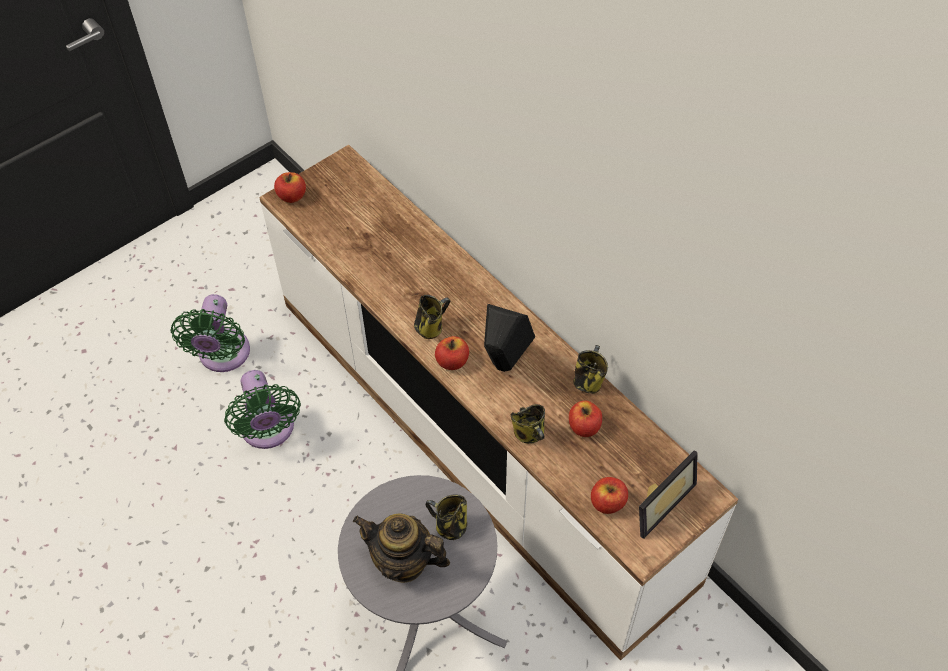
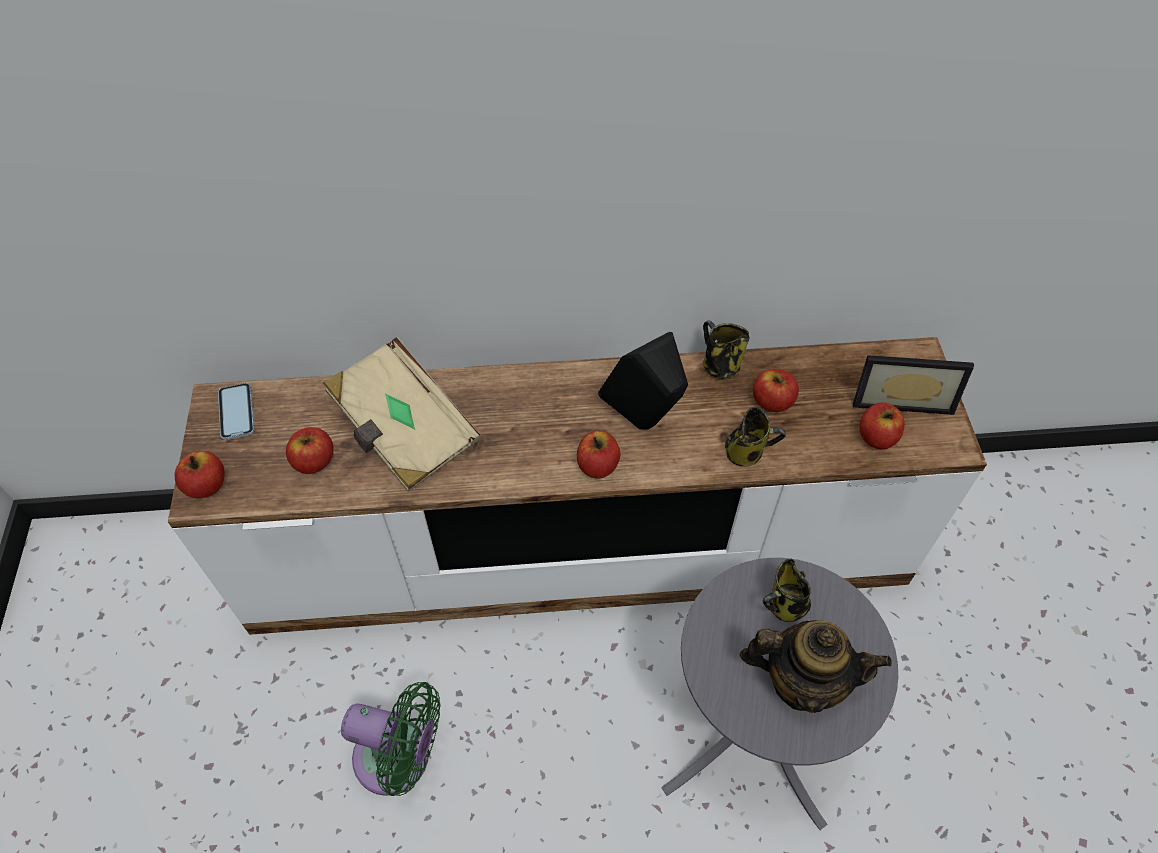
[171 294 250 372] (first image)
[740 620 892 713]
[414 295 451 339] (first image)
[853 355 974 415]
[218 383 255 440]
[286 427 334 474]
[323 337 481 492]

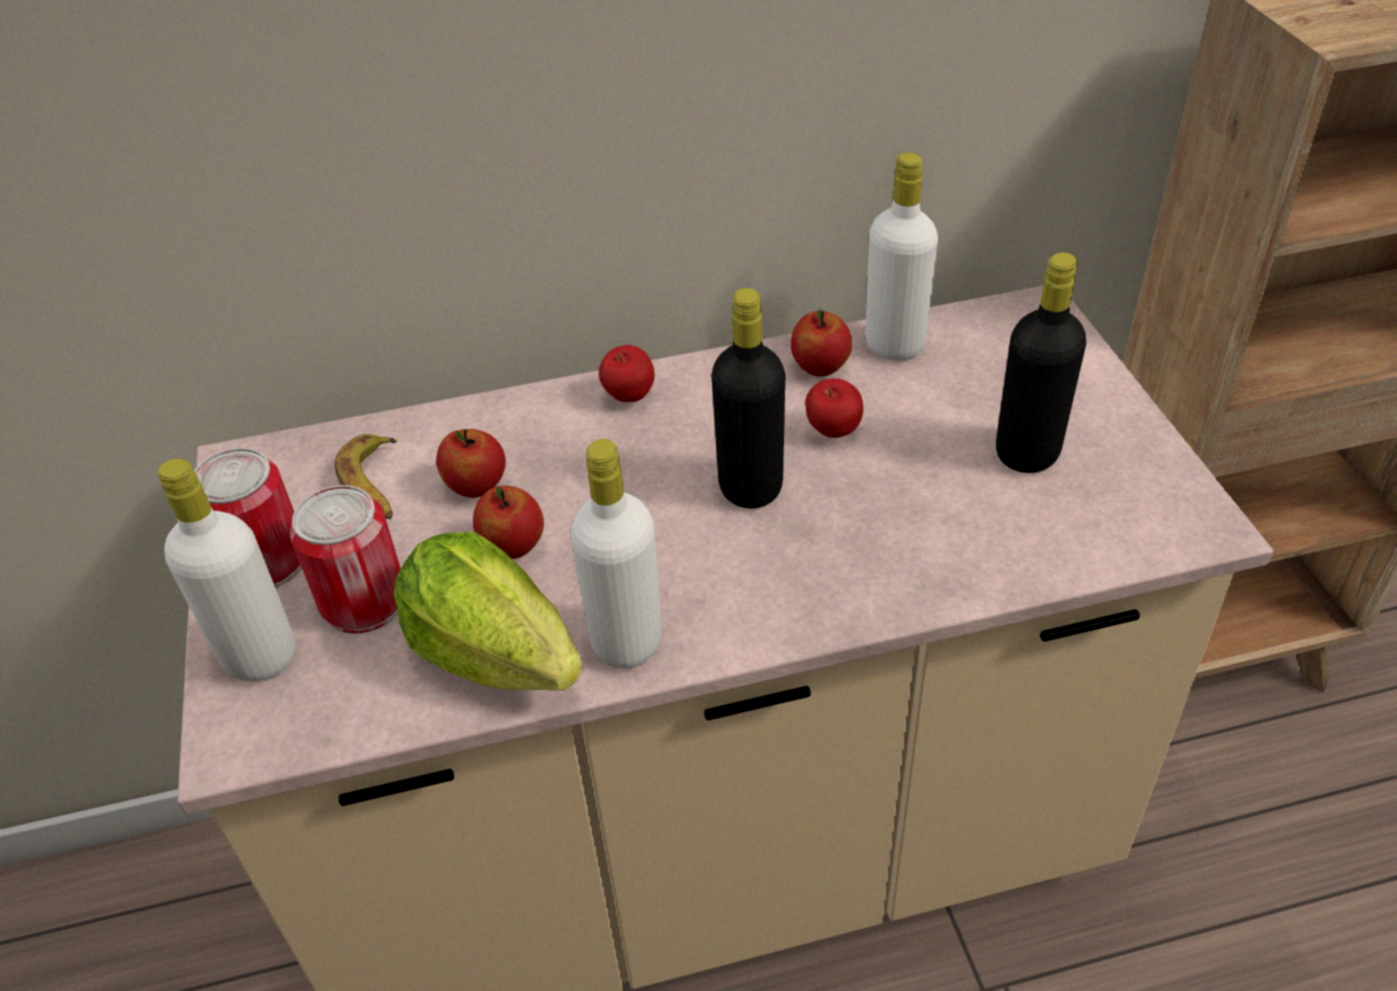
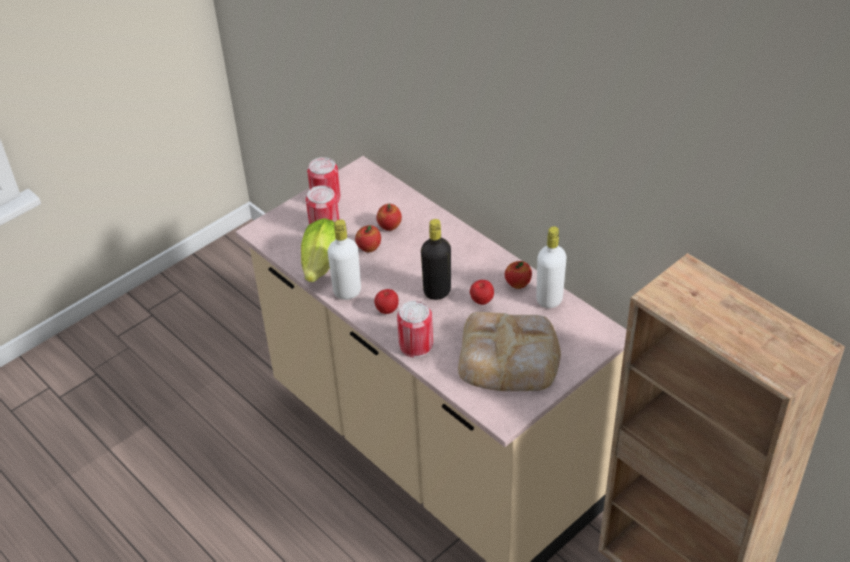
[158 459 296 682] (first image)
[335 434 397 519] (first image)
[374 289 399 314]
[458 312 561 391]
[397 301 433 358]

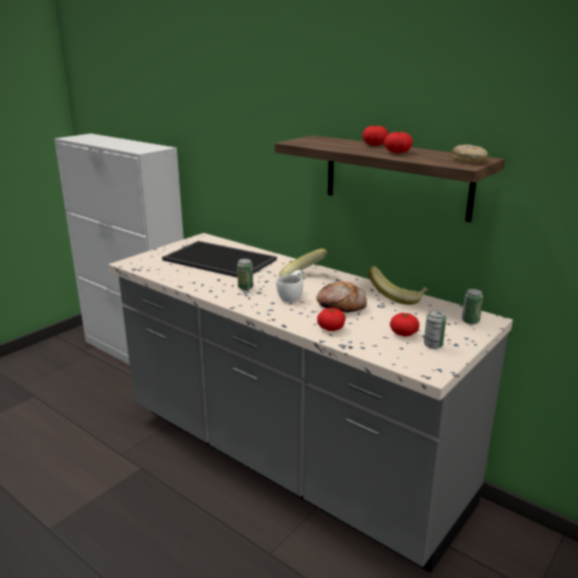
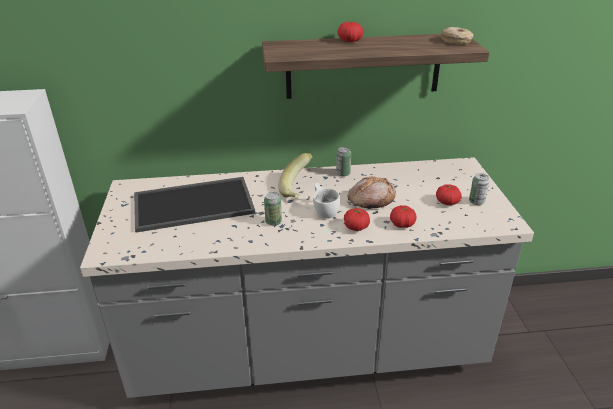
[369 266 428 305] (first image)
[344 208 370 231]
[336 147 351 177]

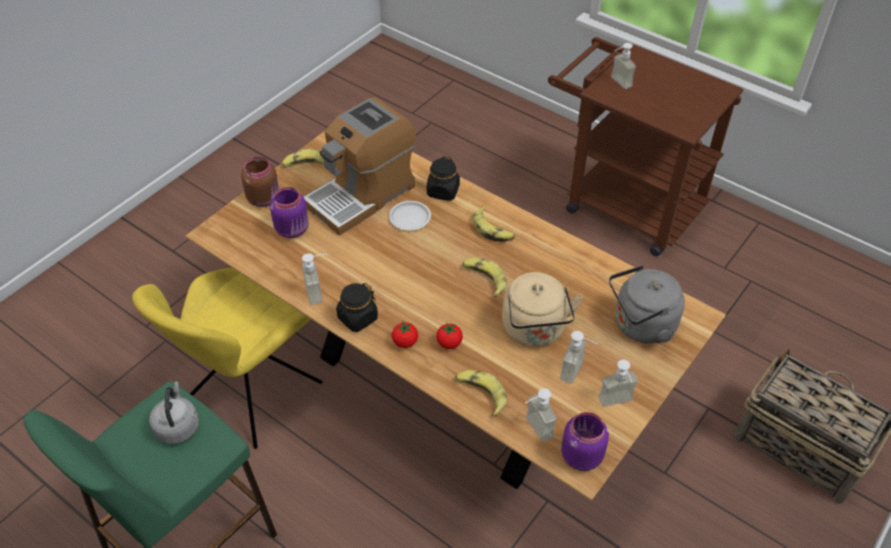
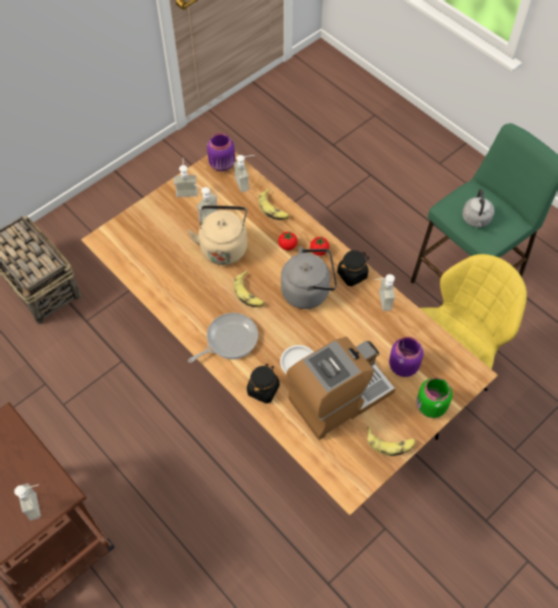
[416 377 453 418]
[188 313 258 363]
[281 246 337 309]

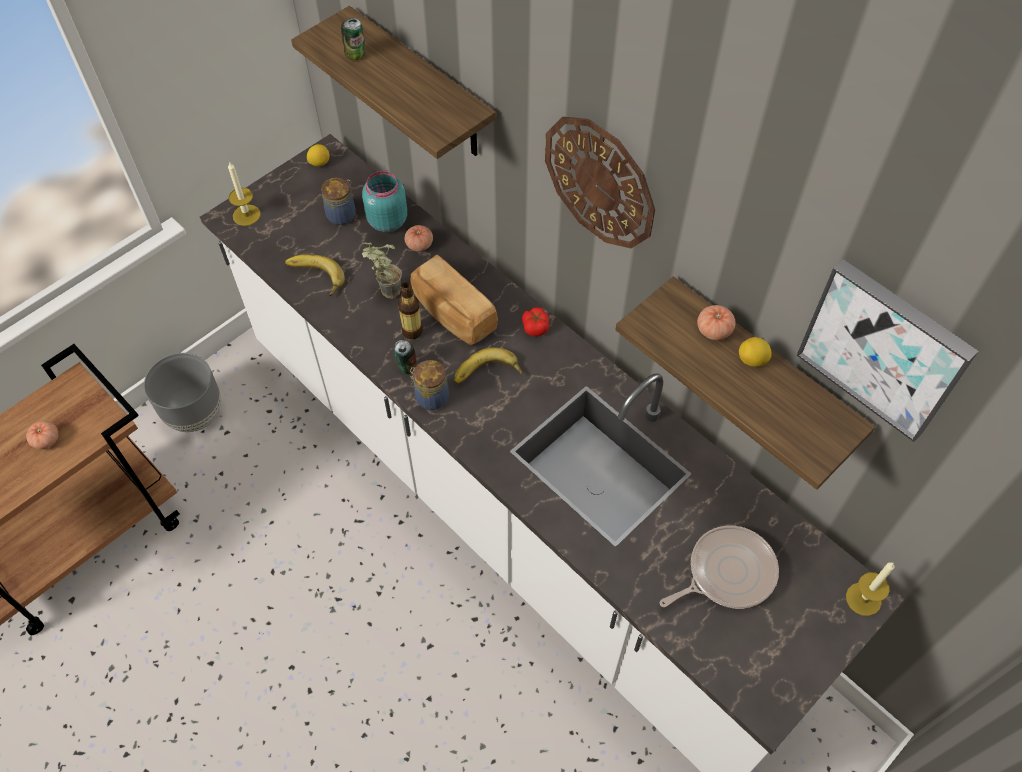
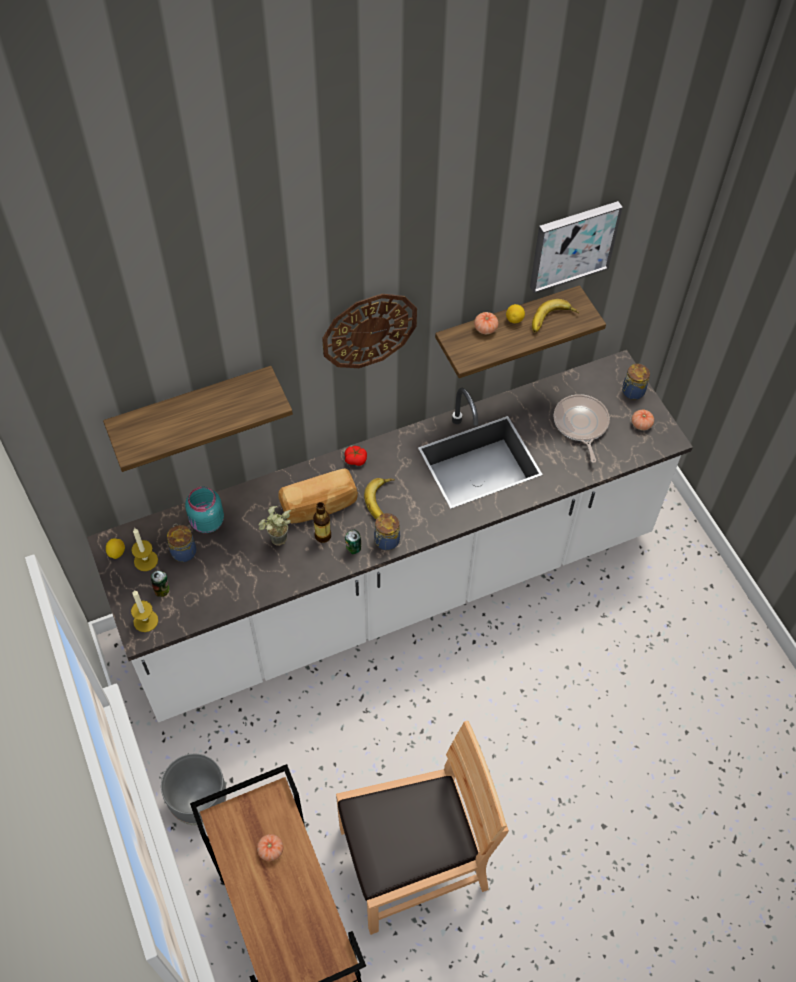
[532 299 579 333]
[151 571 169 597]
[632 410 654 430]
[132 528 158 571]
[336 721 509 935]
[622 364 650 400]

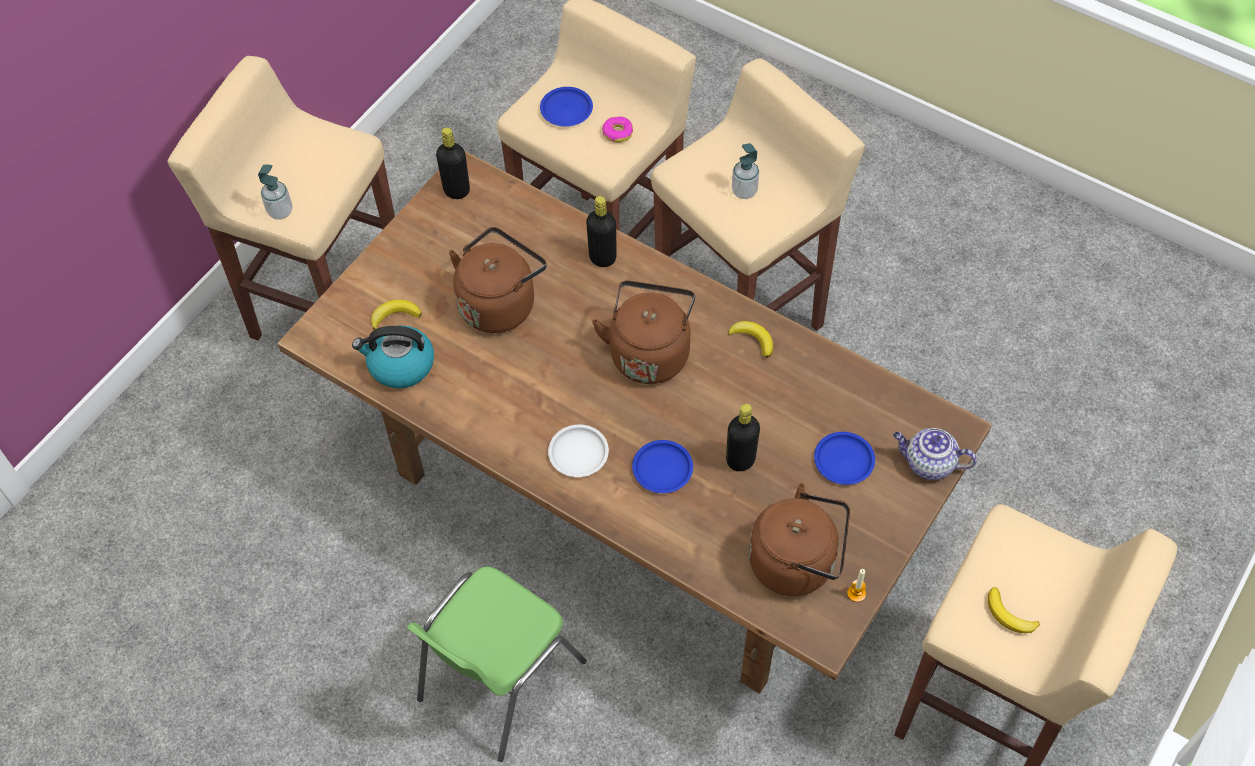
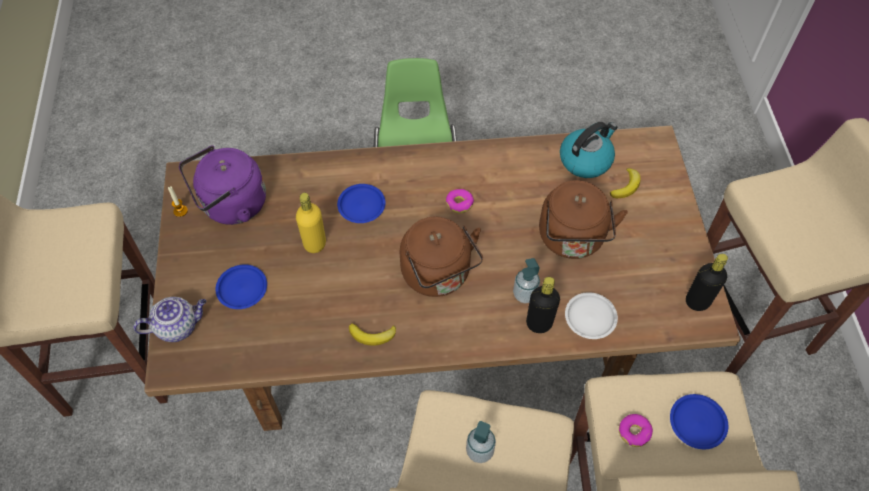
[513 258 540 304]
[565 292 618 339]
[296 193 326 253]
[179 145 266 225]
[988 587 1040 633] (first image)
[446 189 474 214]

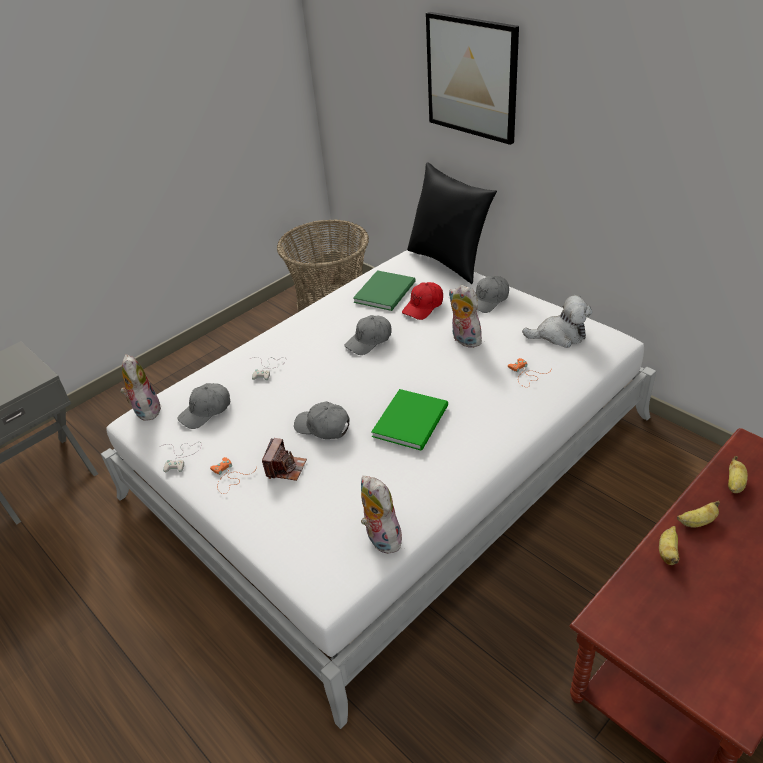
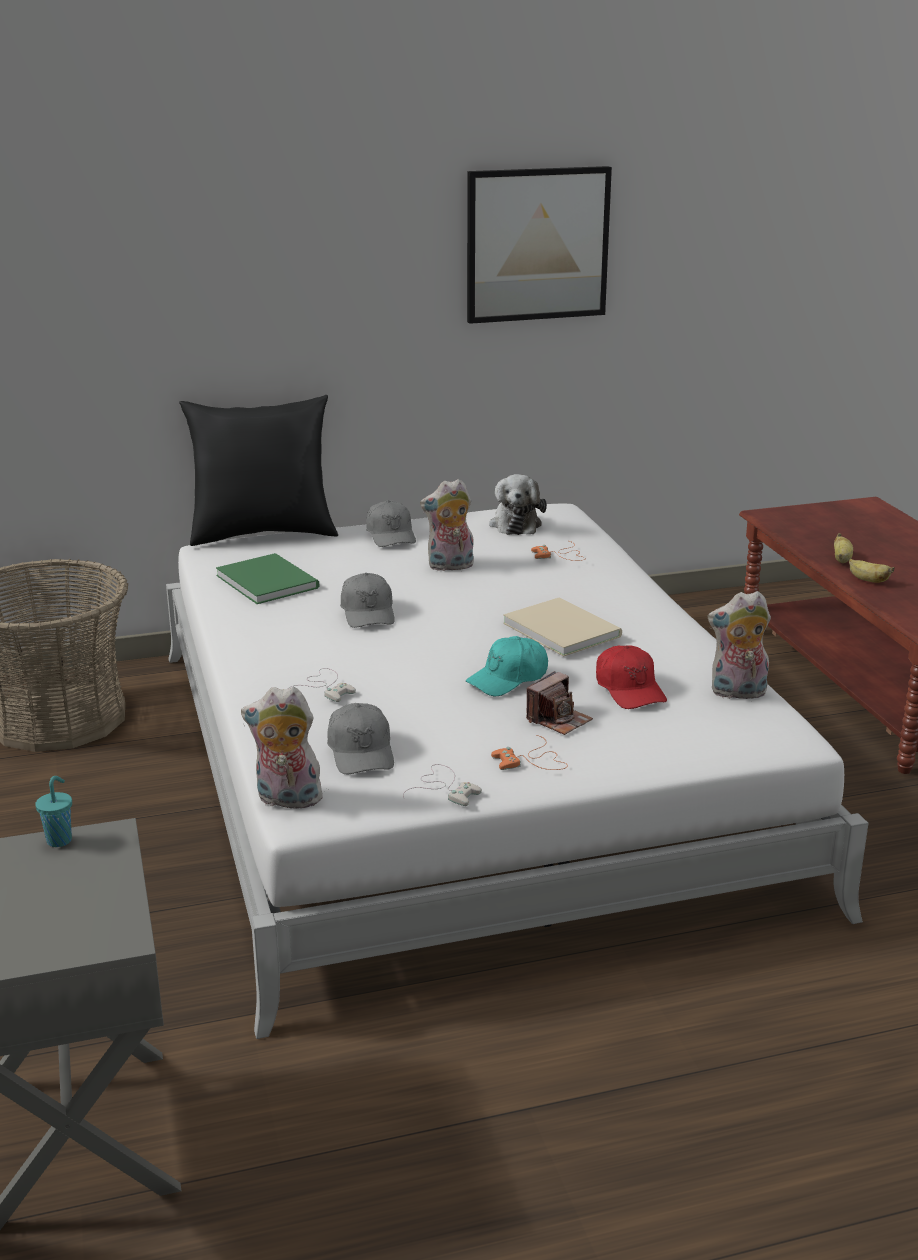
[526 671 593 735]
[466 636 548 697]
[503 597 622 657]
[596 645 667 709]
[467 166 612 324]
[489 474 547 535]
[728 456 748 493] (first image)
[35 776 72 847]

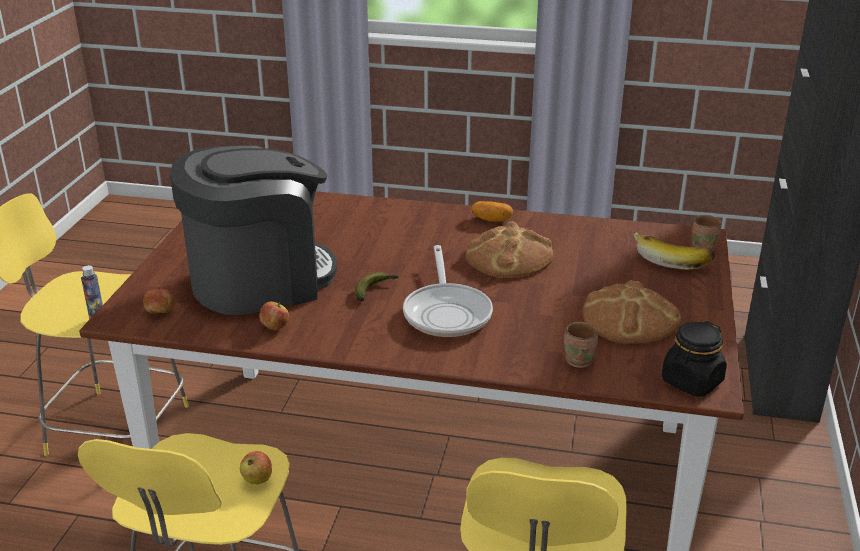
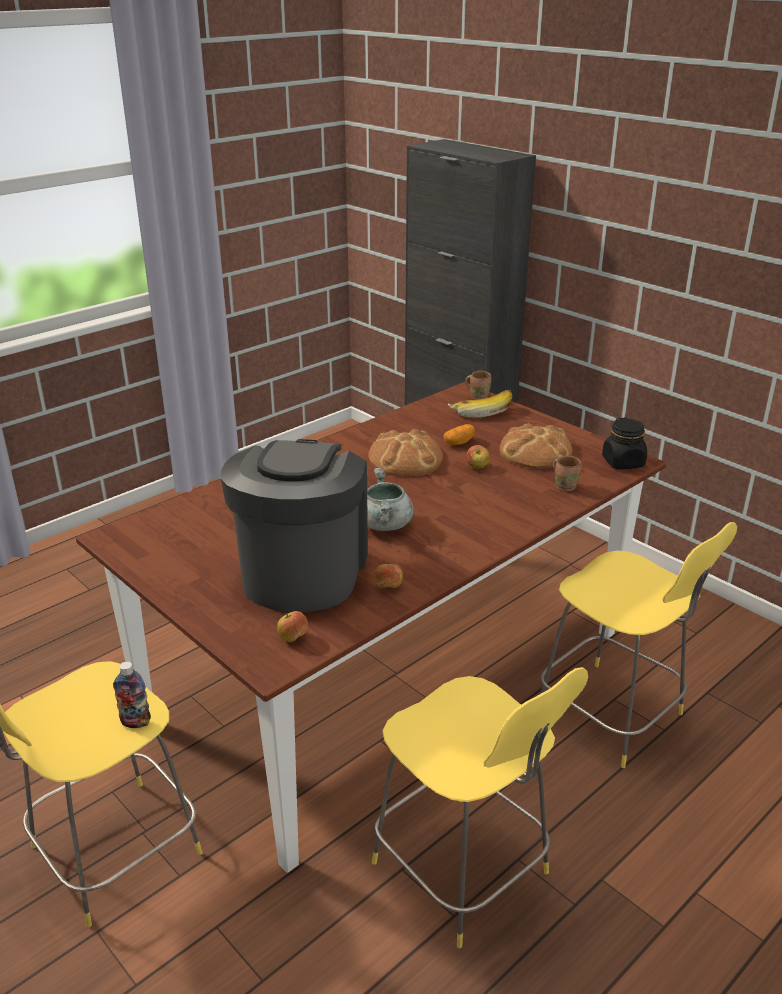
[466 445 490 469]
[367 468 414 531]
[403 245 493 337] (first image)
[443 424 475 445]

